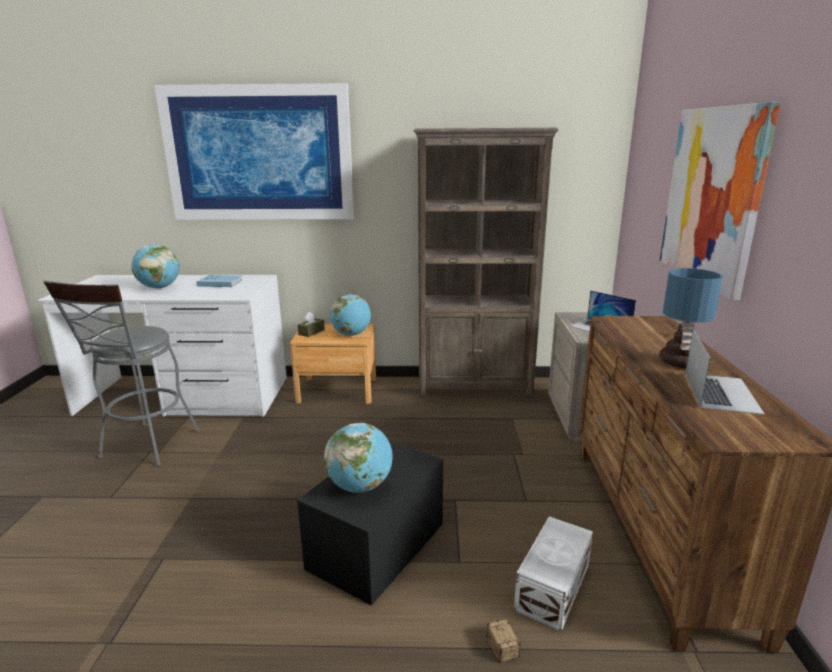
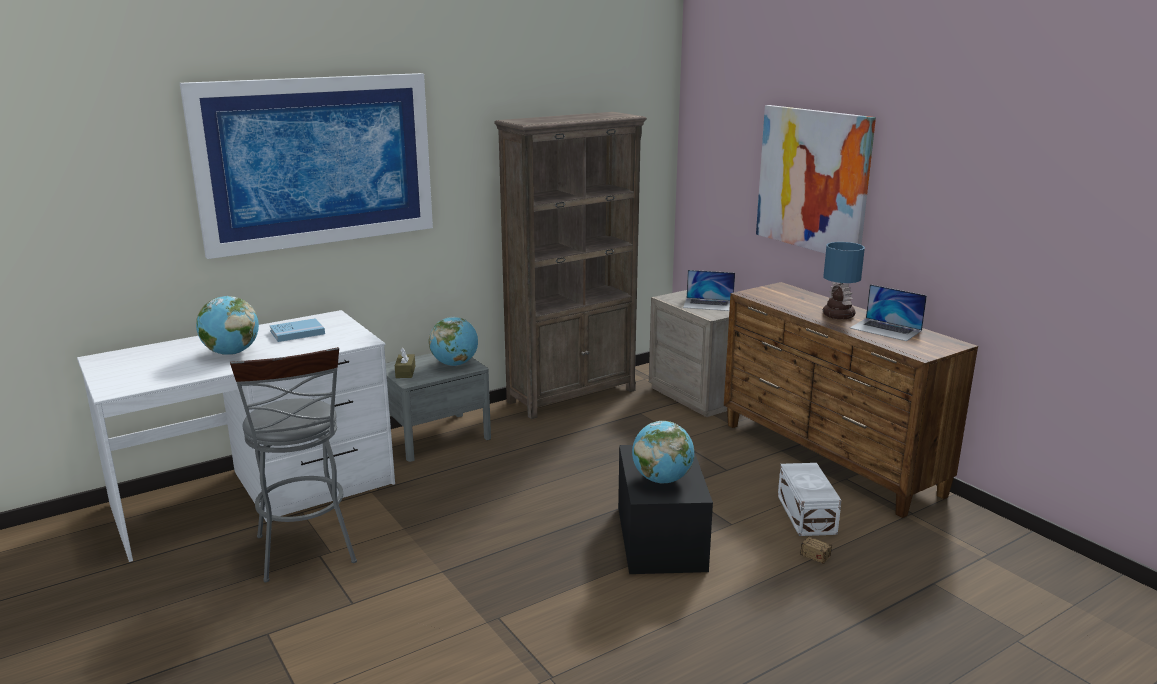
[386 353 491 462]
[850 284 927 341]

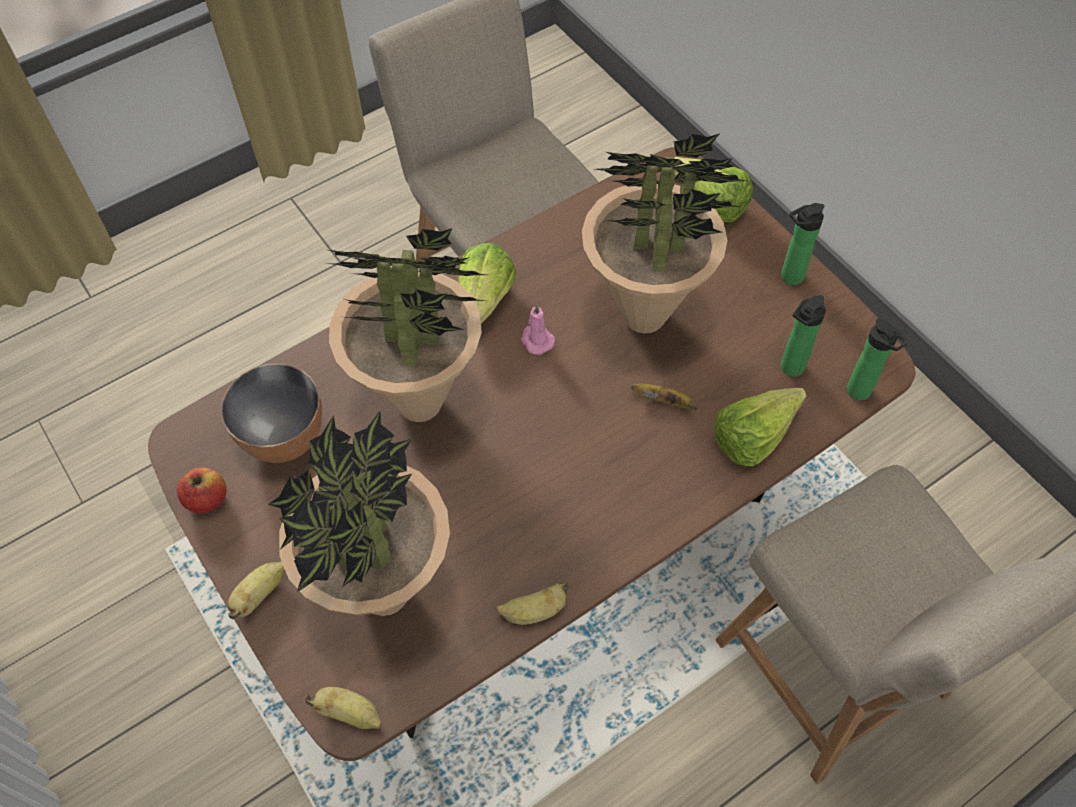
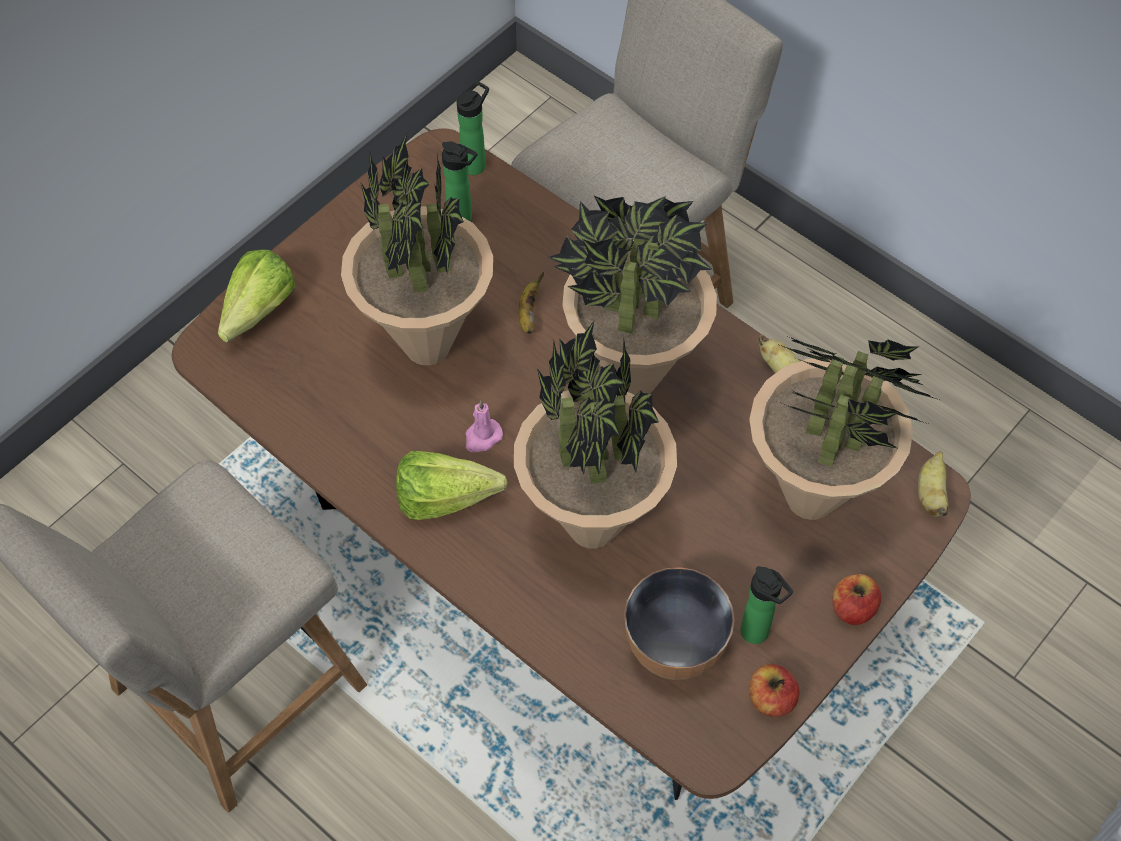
[832 574 881 625]
[714 388 807 466] (first image)
[740 566 793 644]
[549 196 717 395]

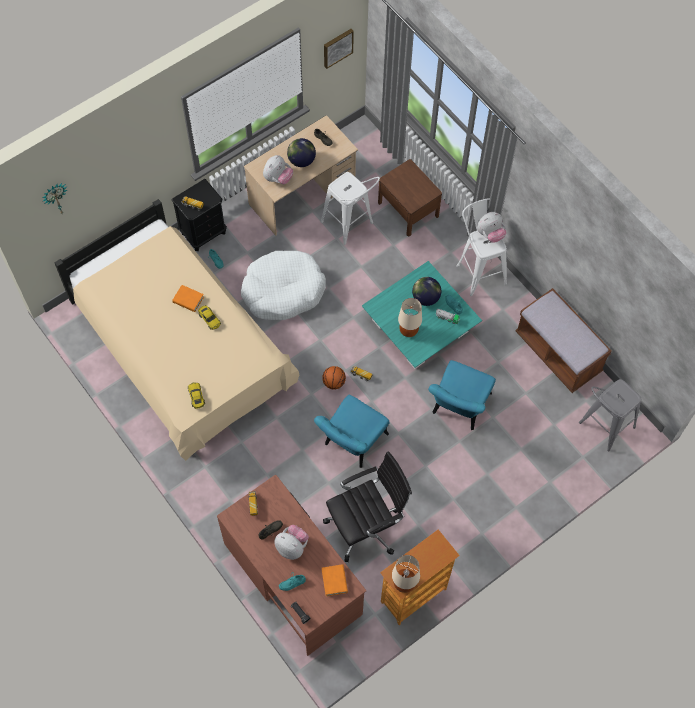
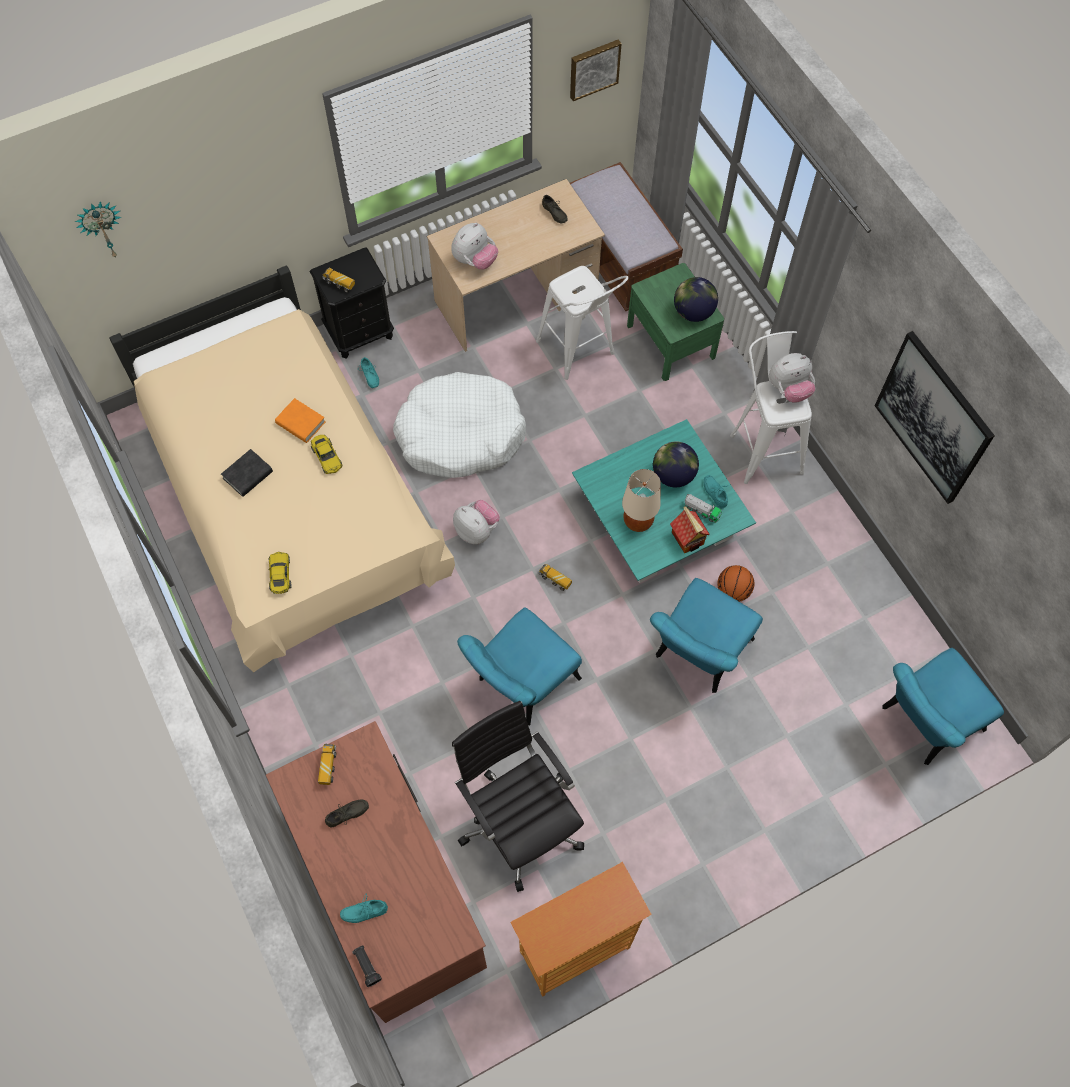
[453 500 500 545]
[674 277 718 322]
[717 565 755 602]
[322 564 348 596] (first image)
[452 701 584 892]
[627 263 724 381]
[392 555 420 593] (first image)
[570 162 683 311]
[882 648 1004 765]
[221 449 273 497]
[670 506 710 554]
[875 331 995 504]

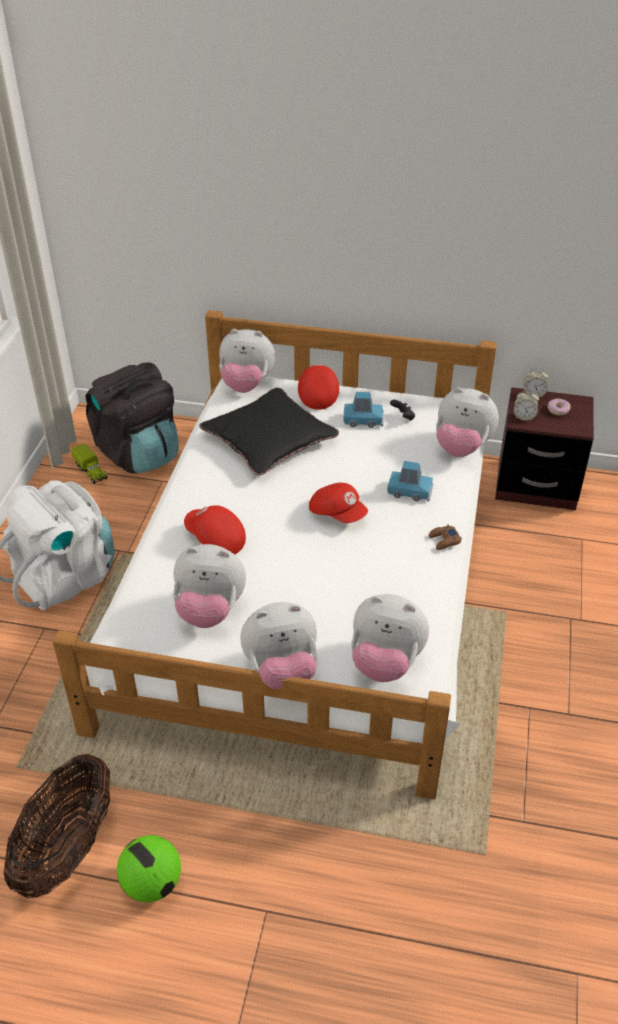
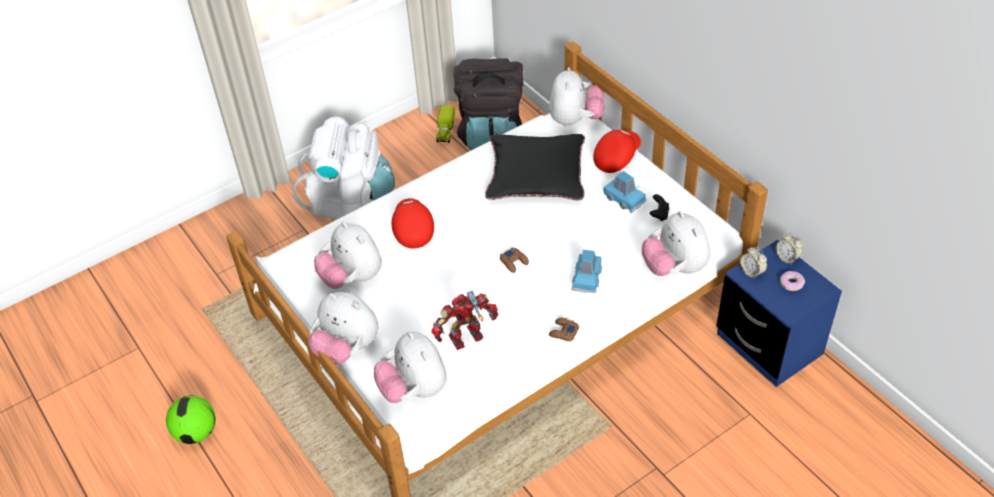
[4 754 110 898] (first image)
[549 67 605 127]
[500 247 529 273]
[572 250 602 293]
[716 240 842 387]
[431 291 498 350]

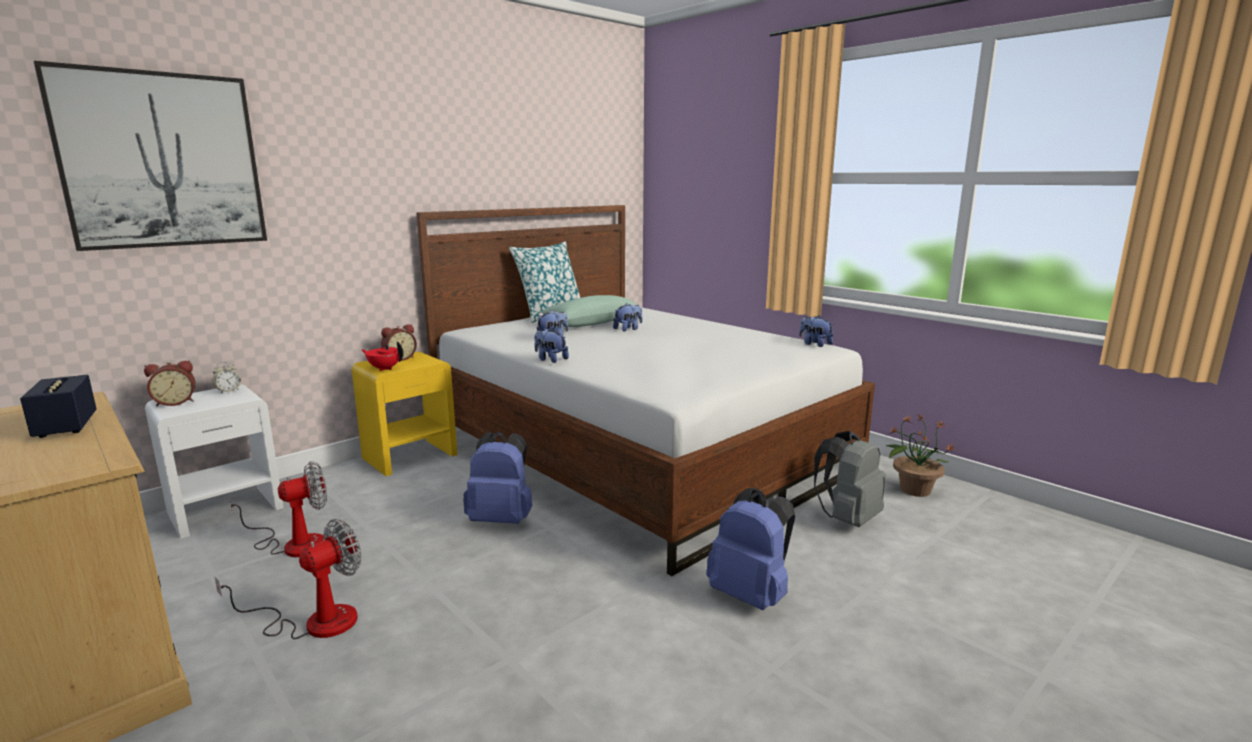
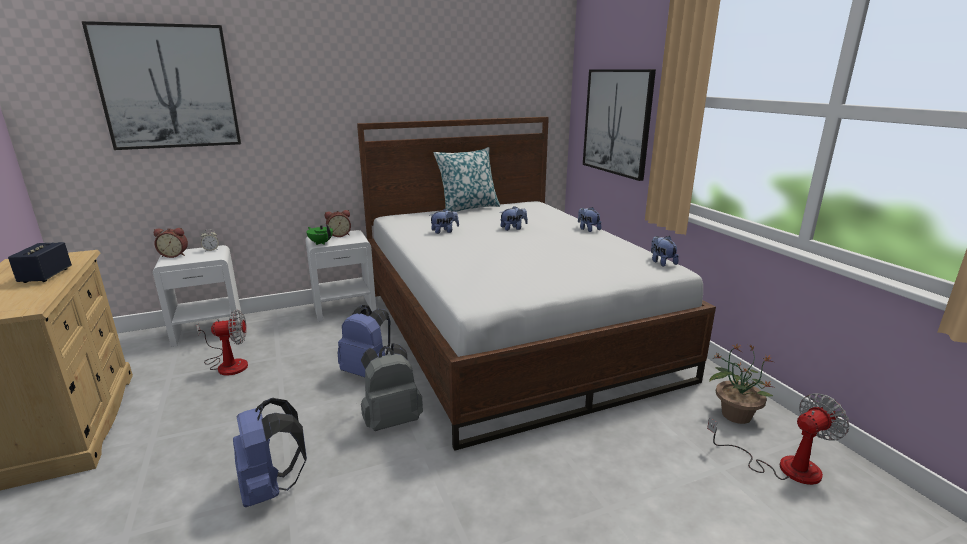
[707 393 849 485]
[305 230 376 322]
[306 224 333 245]
[578 207 601 232]
[539 295 637 327] (first image)
[233 398 307 507]
[361 344 423 431]
[583 69 656 181]

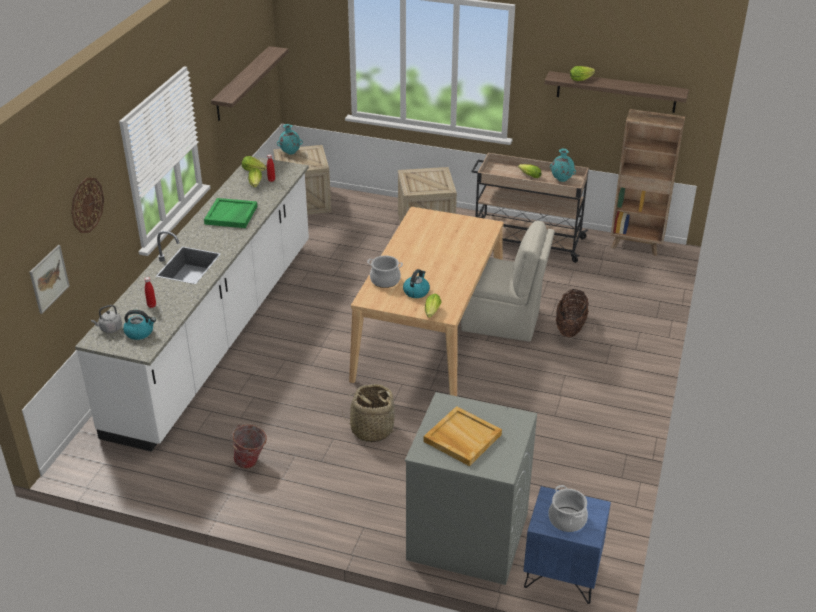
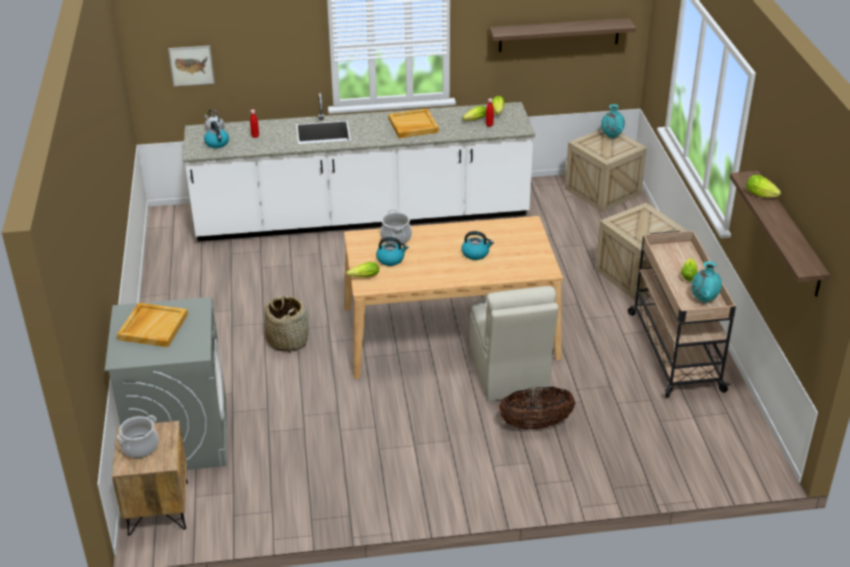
[71 178 104 233] (first image)
[388 109 439 138]
[230 424 267 468] (first image)
[112 421 188 536]
[611 109 685 256] (first image)
[462 231 494 260]

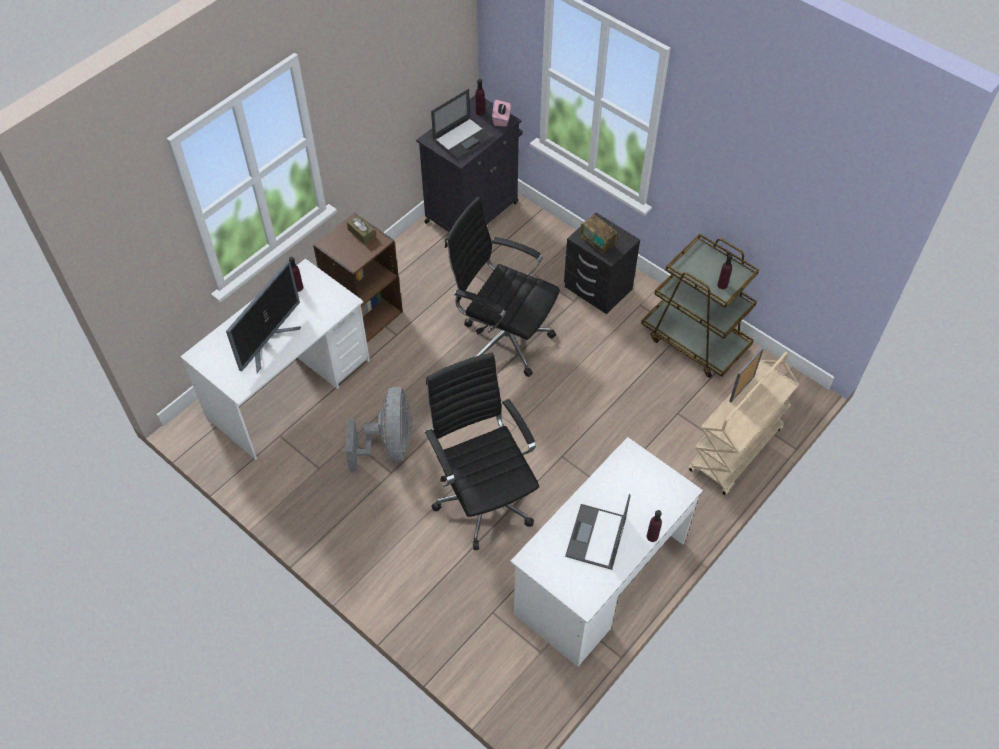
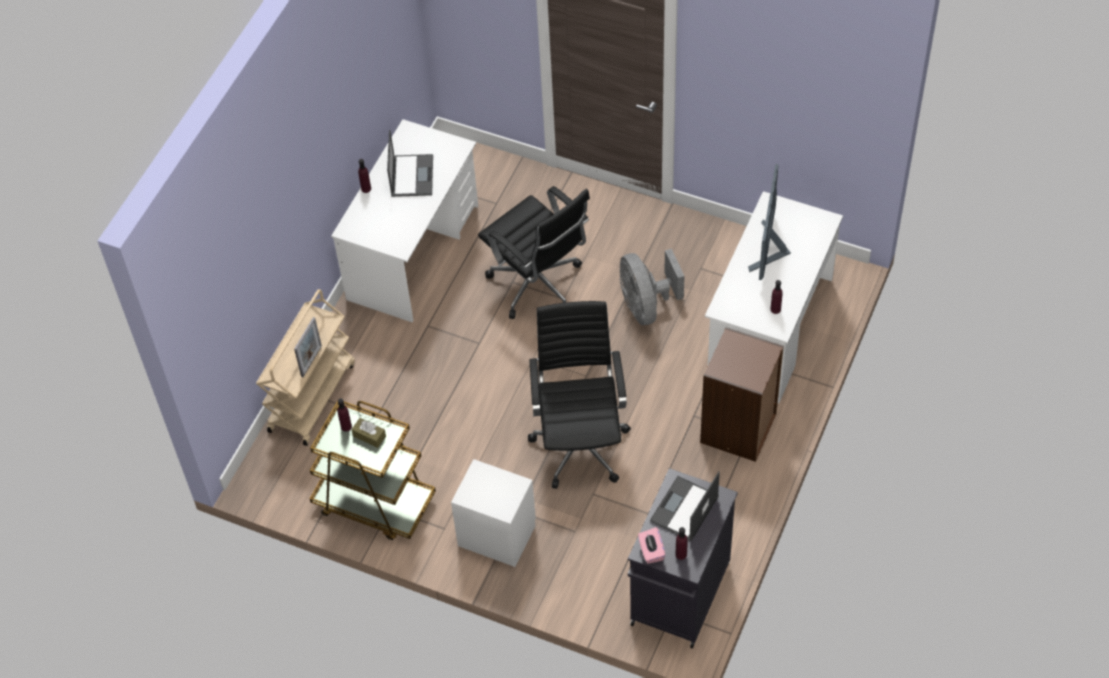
[351 418 386 448]
[528 301 631 489]
[451 459 536 567]
[580 215 617 254] (first image)

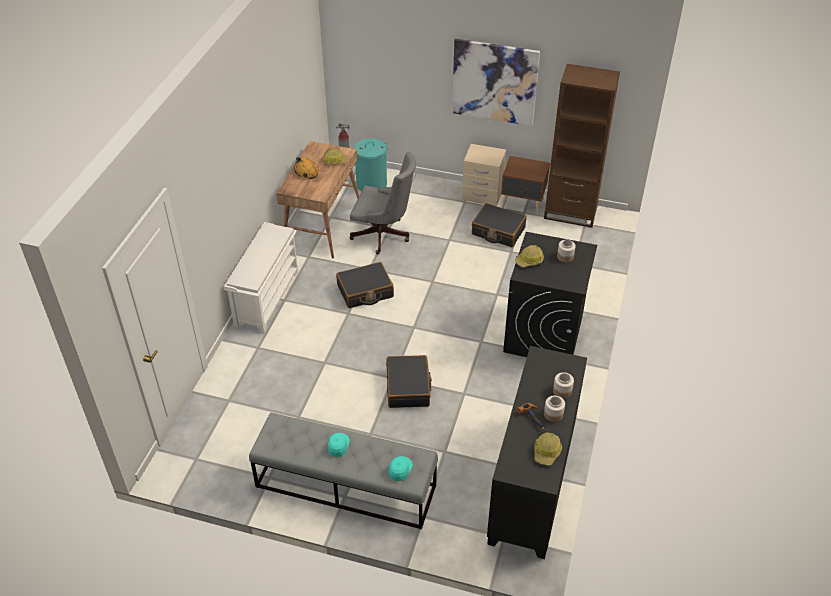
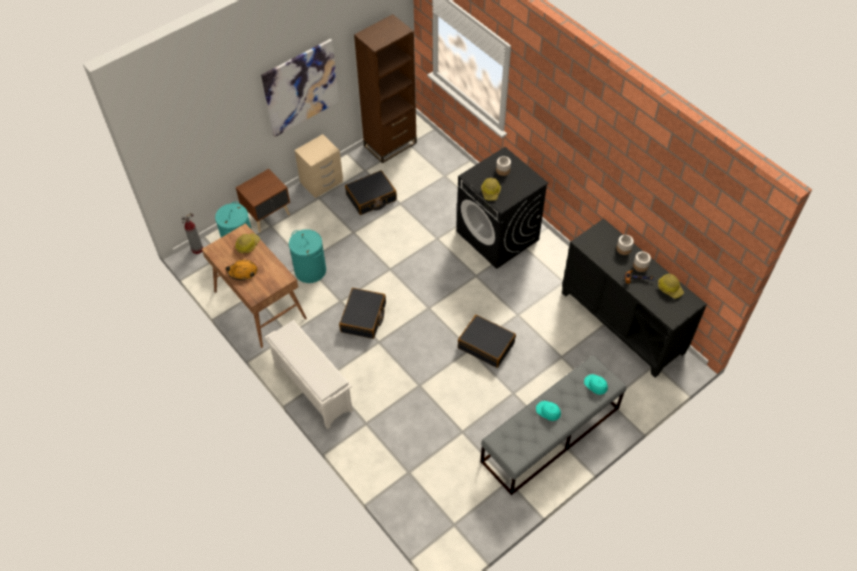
[289 229 326 283]
[236 169 290 233]

